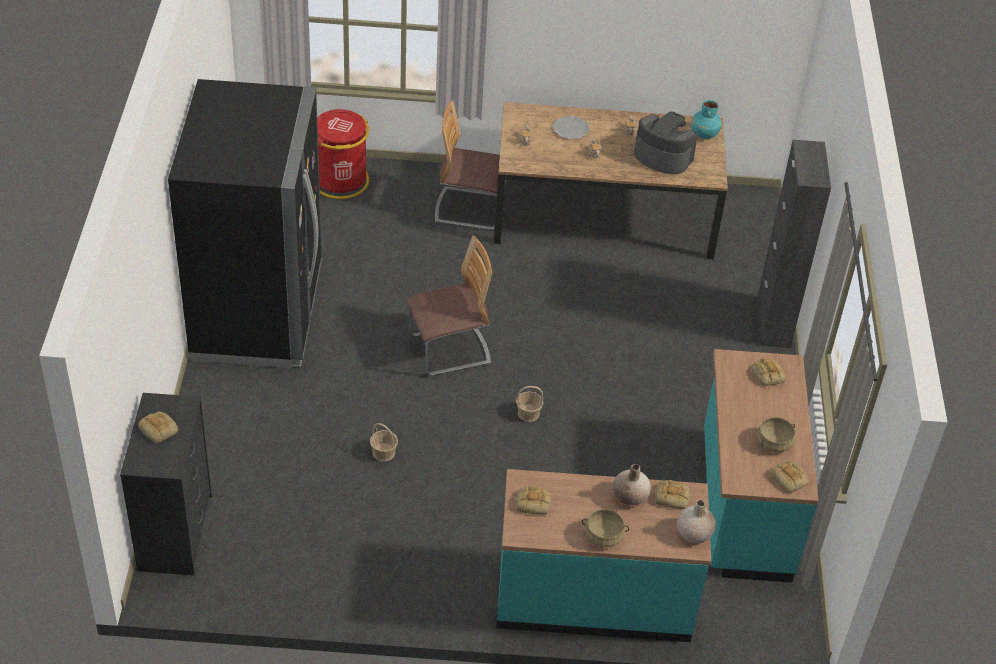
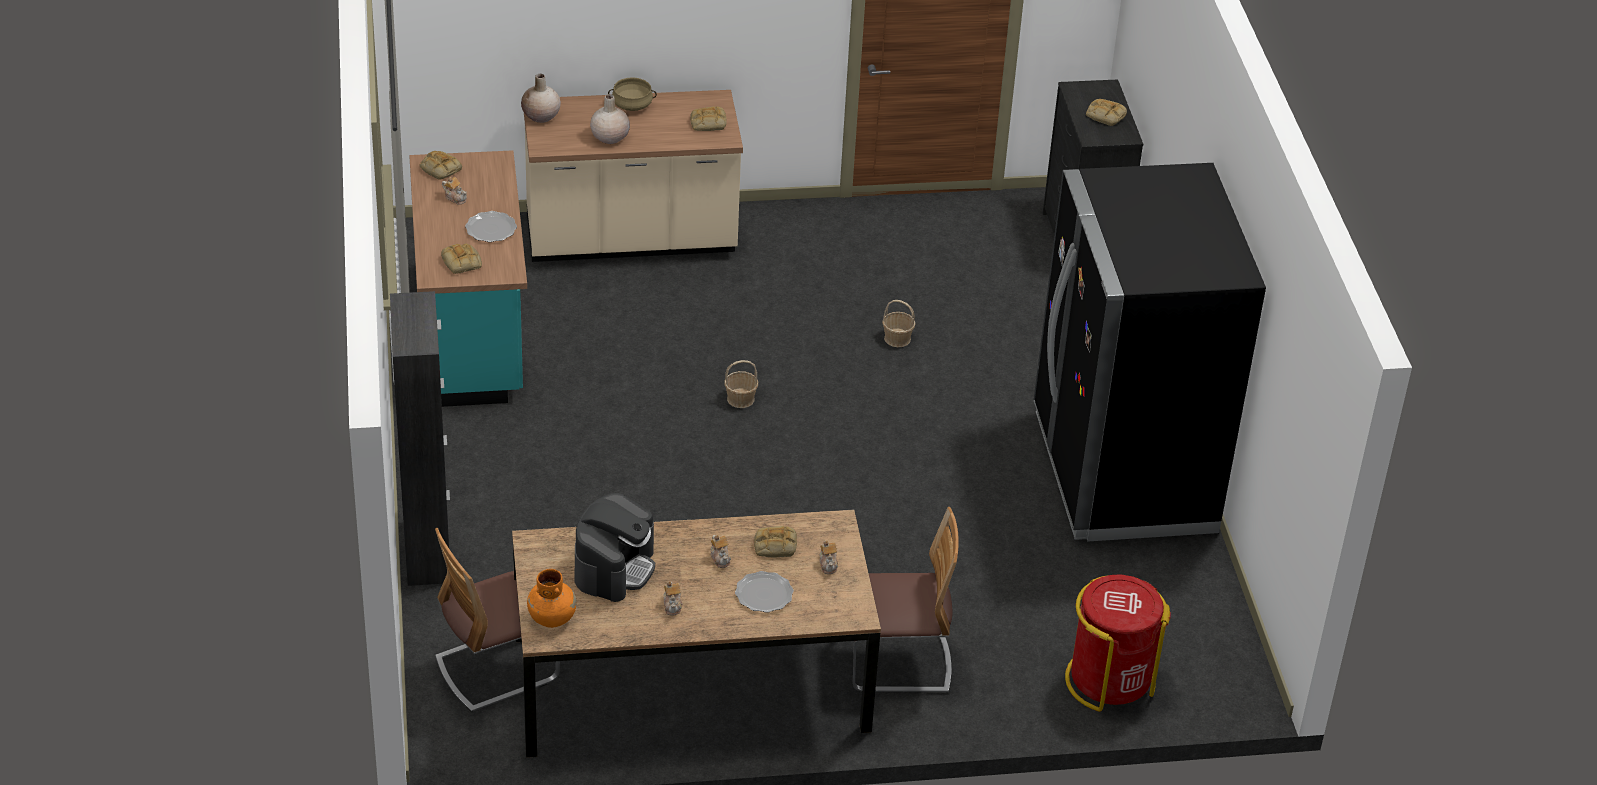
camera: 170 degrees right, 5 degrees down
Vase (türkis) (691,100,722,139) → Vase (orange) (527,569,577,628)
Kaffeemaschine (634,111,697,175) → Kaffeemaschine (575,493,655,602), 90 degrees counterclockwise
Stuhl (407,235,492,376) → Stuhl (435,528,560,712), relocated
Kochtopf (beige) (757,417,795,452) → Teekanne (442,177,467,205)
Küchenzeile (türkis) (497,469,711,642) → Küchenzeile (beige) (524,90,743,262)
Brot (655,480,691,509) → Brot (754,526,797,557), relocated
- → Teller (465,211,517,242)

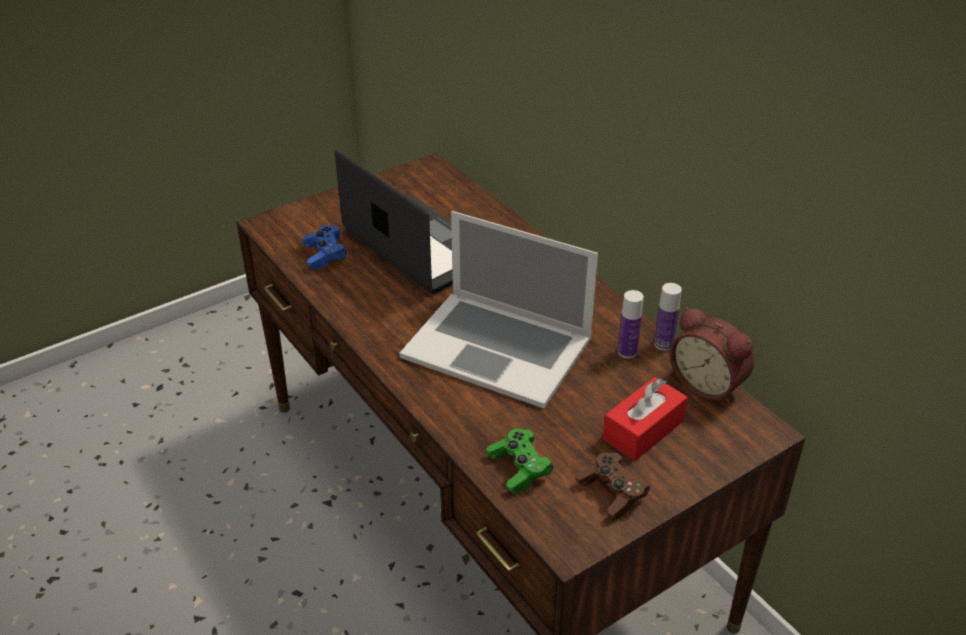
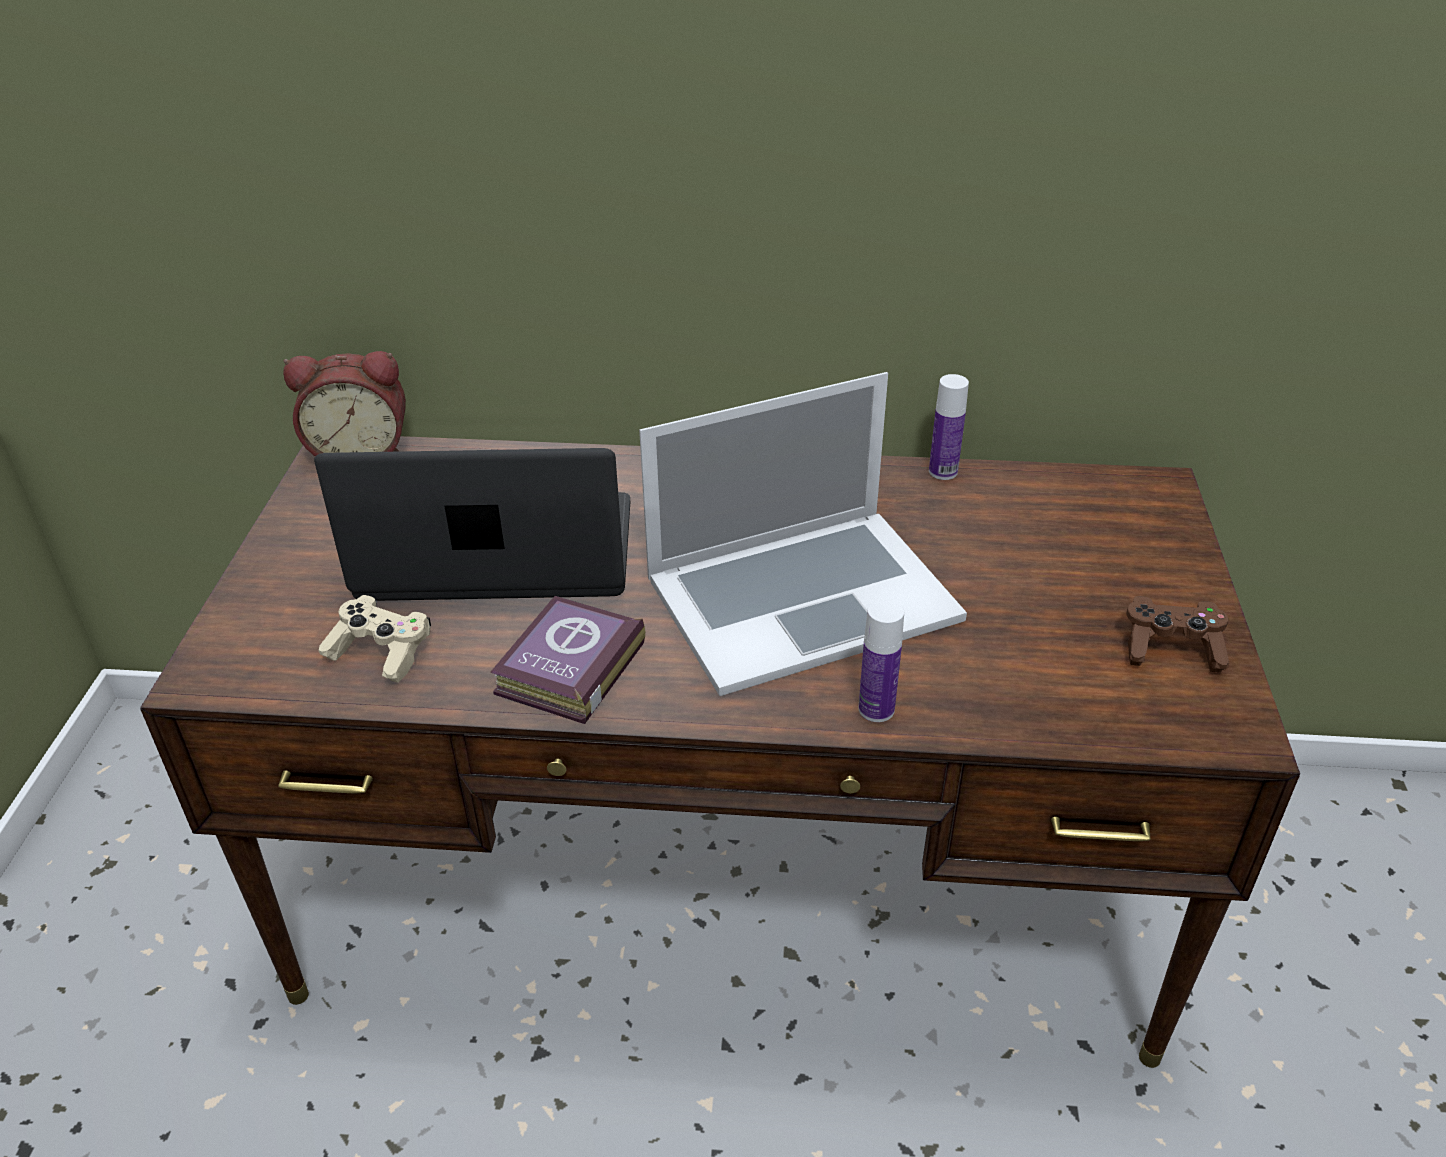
camera: 50 degrees left, 0 degrees up
Gamepad (blau) (302,225,346,270) → Gamepad (beige) (318,595,431,683)
Flasche (618,290,644,358) → Flasche (859,599,904,722), relocated
Wecker (670,307,754,404) → Wecker (283,351,406,457), relocated
Taschentuchbox (rot) (603,377,688,461) → -
Gamepad (grün) (486,429,553,494) → -
- → Buch (490,596,645,724)

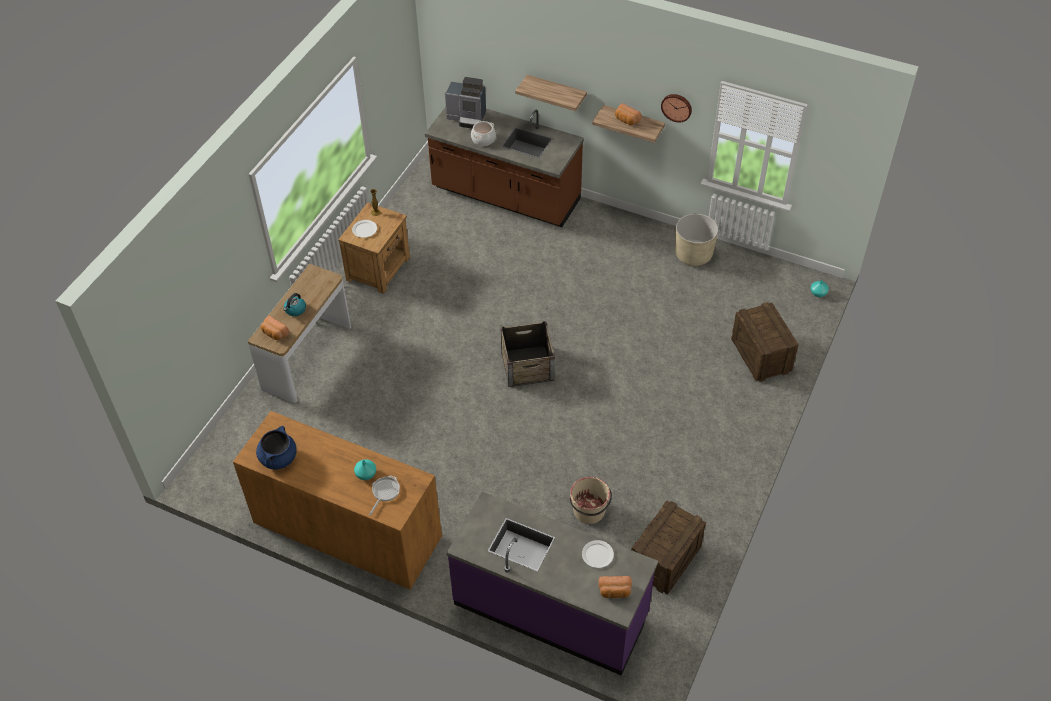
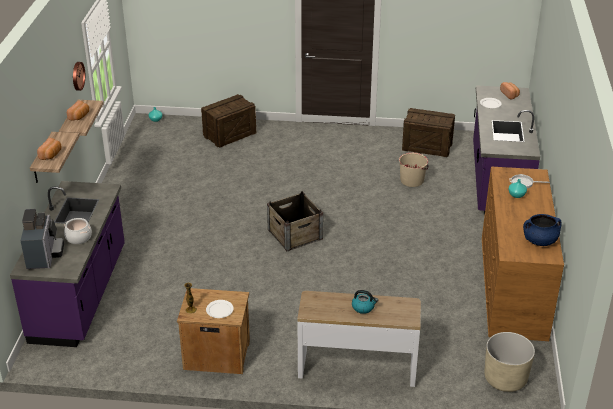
camera: 110 degrees left, 15 degrees down
Küchenzeile (braun) (425,107,584,227) → Küchenzeile (lila) (10,181,125,347)
Pflanzkübel (beige) (675,214,718,266) → Pflanzkübel (beige) (484,332,535,392), relocated
Brot (261,316,289,340) → Brot (37,138,61,160), relocated

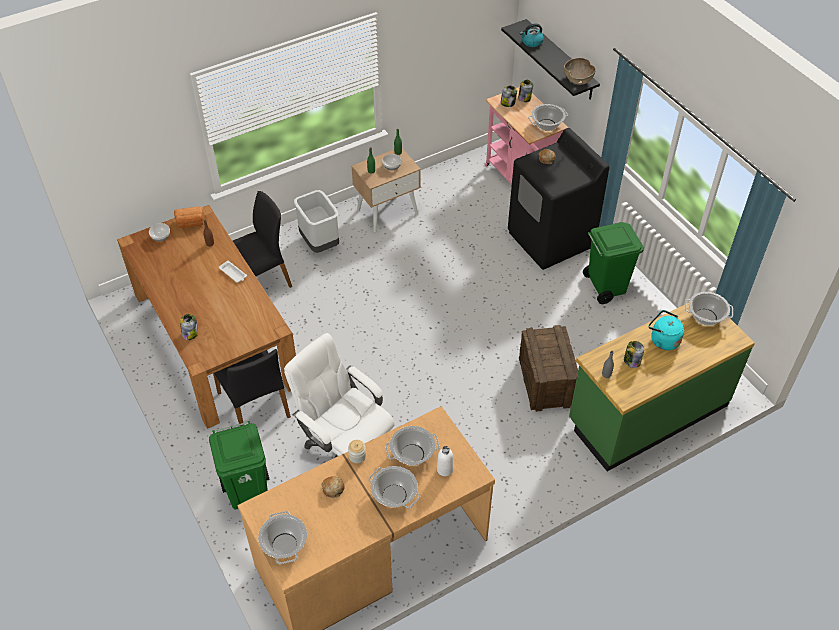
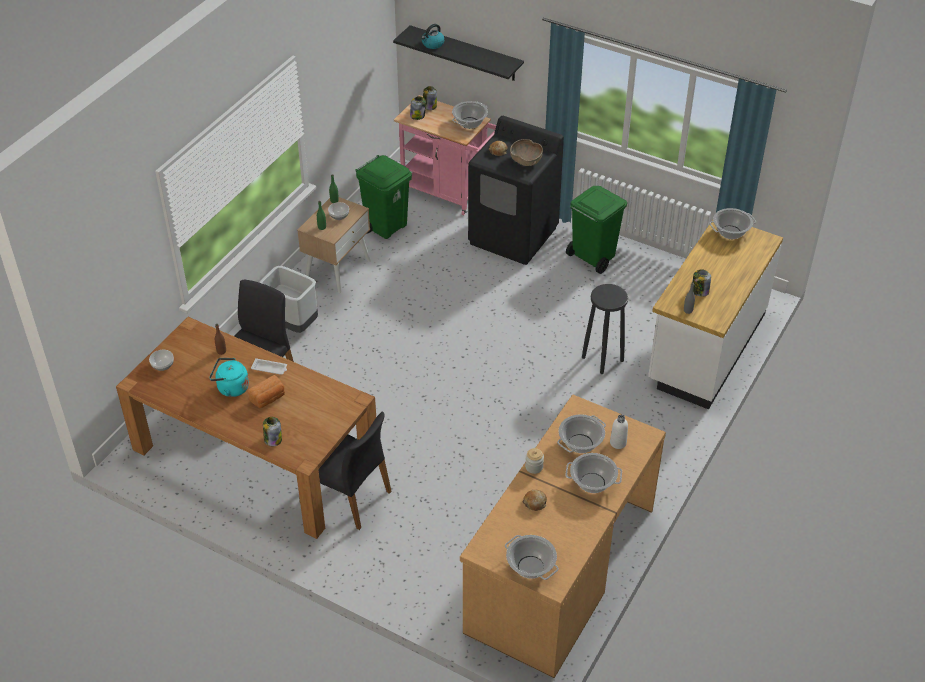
camera: 30 degrees left, 5 degrees down
Schüssel (braun) (564,58,596,85) → Schüssel (braun) (510,139,543,166), relocated
Brot (174,206,205,228) → Brot (247,375,285,408), relocated
Küchenzeile (grün) (569,303,755,471) → Küchenzeile (weiß) (648,220,783,409)
Wasserkessel (türkis) (648,310,684,350) → Wasserkessel (türkis) (209,358,249,397), relocated
Kiste (519,325,578,412) → Hocker (schwarz) (582,284,628,374)
Bürostuhl (weiß) (284,333,395,458) → -
Mülleimer (grün) (209,421,270,510) → Mülleimer (grün) (355,155,412,239), relocated

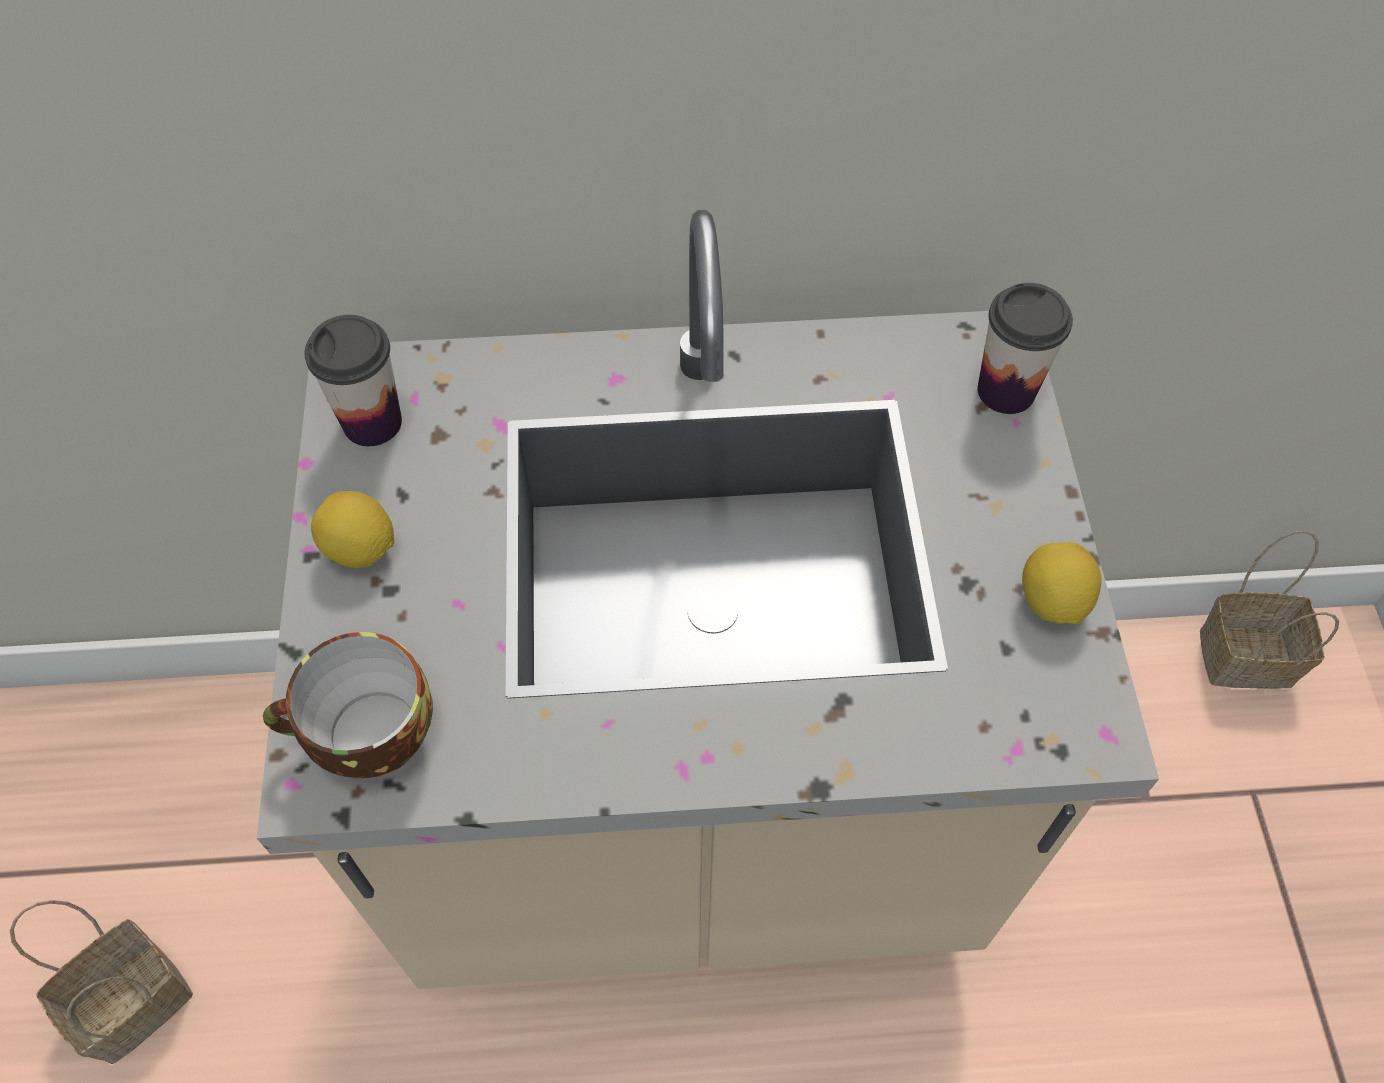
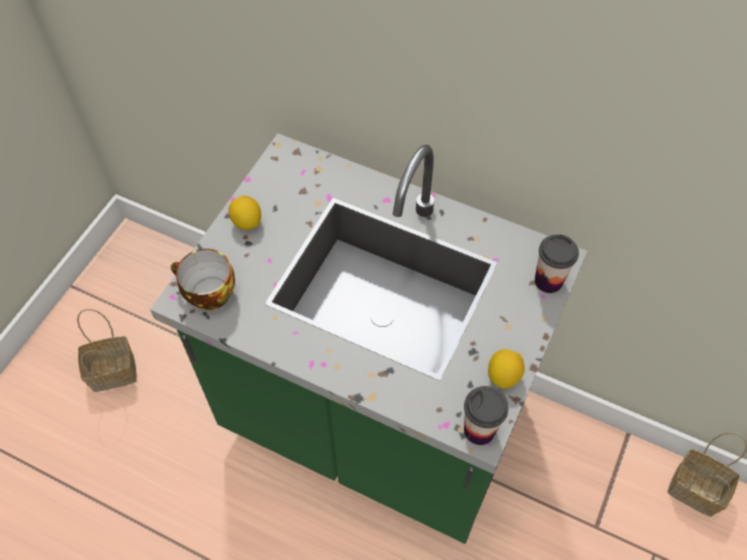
camera: 30 degrees right, 0 degrees up
Küchenzeile (beige) (257,210,1159,989) → Küchenzeile (grün) (150,133,587,544)
Tasse (305,315,402,446) → Tasse (464,386,509,445), relocated

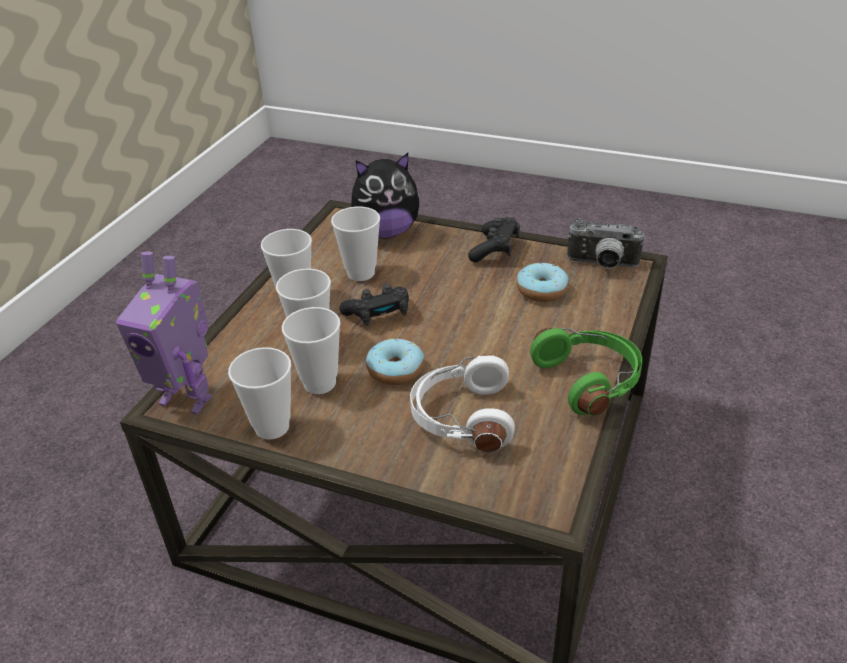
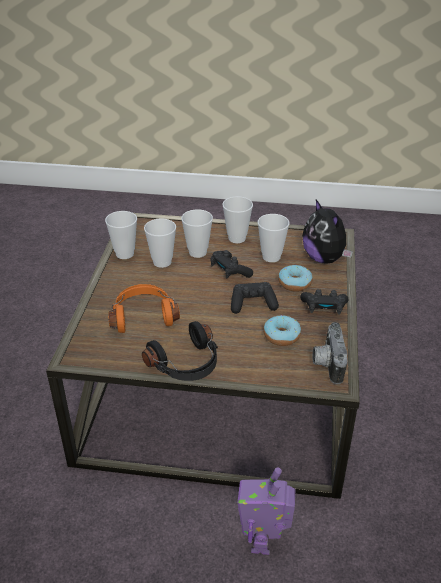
camera: 75 degrees right, 0 degrees up
Spielzeugroboter (116,252,212,414) → Spielzeugroboter (238,467,295,555), relocated
Kopfhörer (grün) (530,328,642,416) → Kopfhörer (schwarz) (142,321,218,381)
Donut (366,339,424,385) → Donut (278,264,313,292), relocated
Kopfhörer (weiß) (410,354,515,453) → Kopfhörer (orange) (108,284,180,333)
- → Gamepad (schwarz) (231,282,279,314)

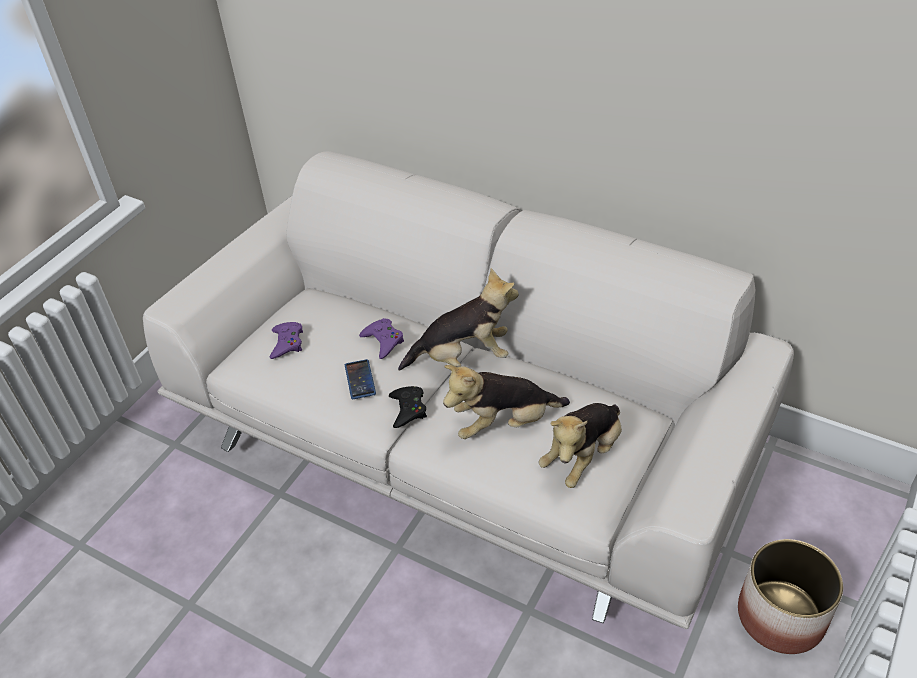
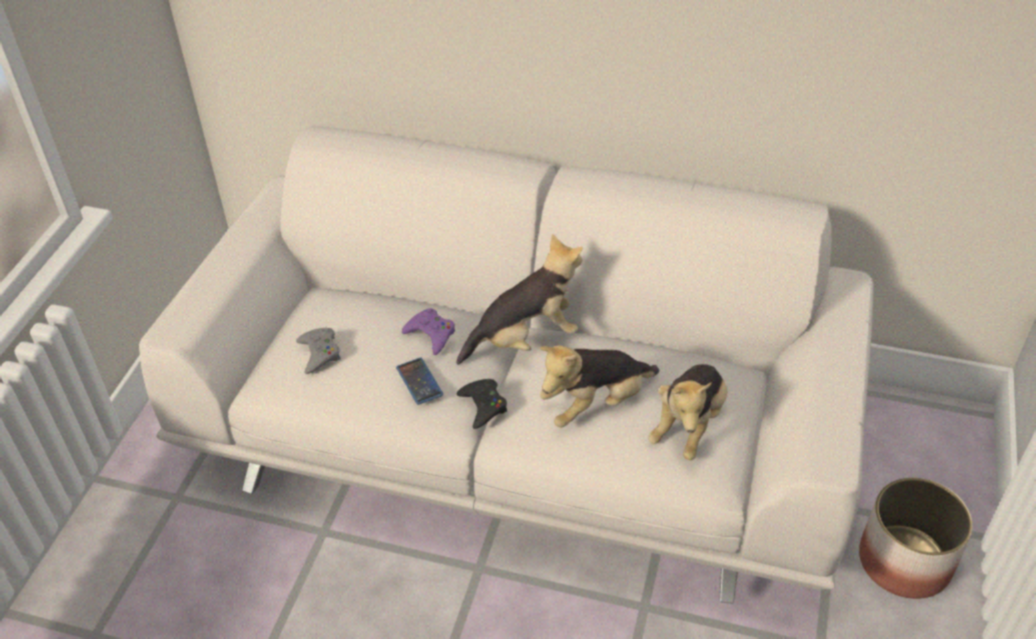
camera: 15 degrees left, 0 degrees up
Gamepad (lila) (270,322,303,359) → Gamepad (grau) (296,328,341,374)

